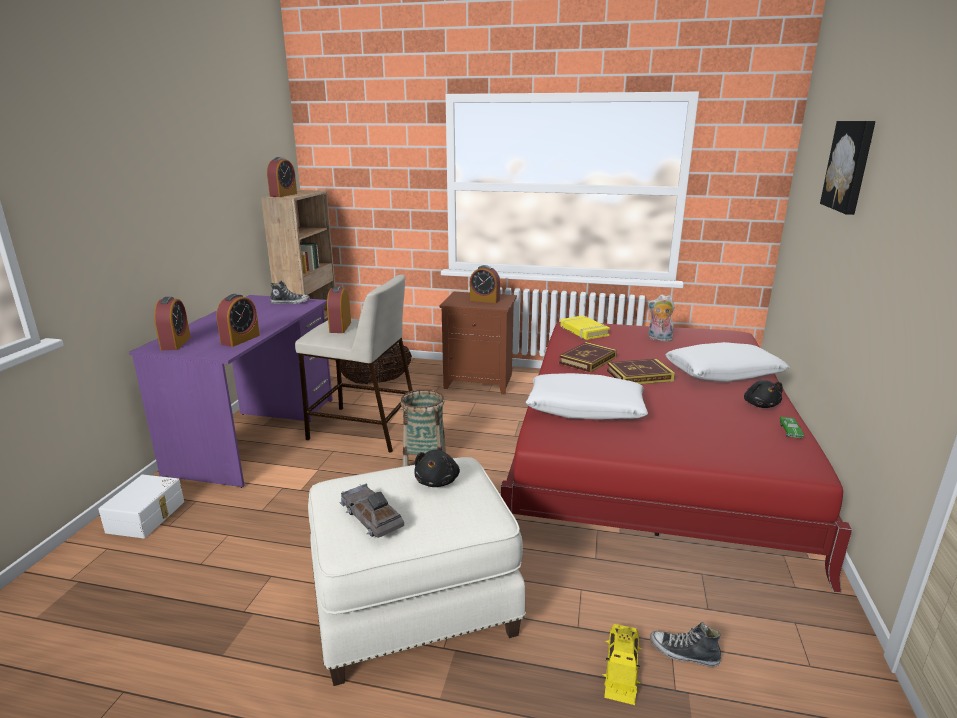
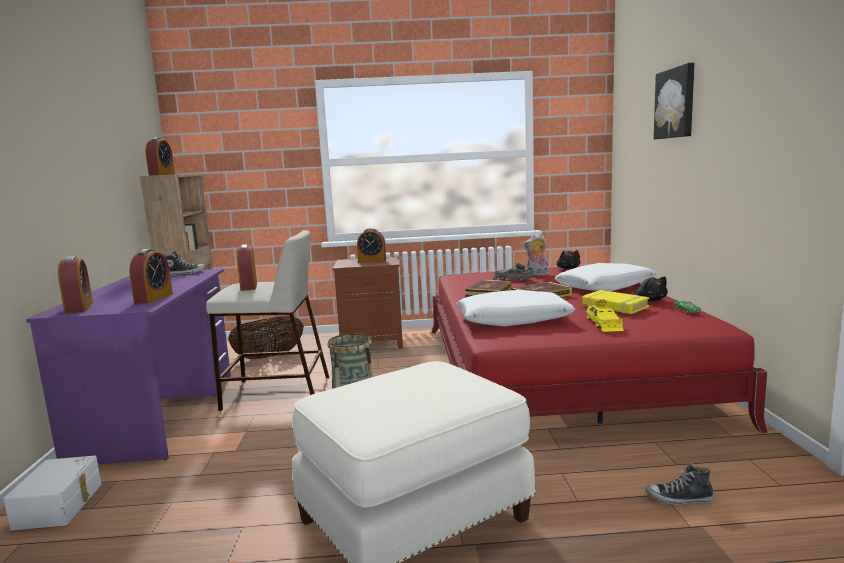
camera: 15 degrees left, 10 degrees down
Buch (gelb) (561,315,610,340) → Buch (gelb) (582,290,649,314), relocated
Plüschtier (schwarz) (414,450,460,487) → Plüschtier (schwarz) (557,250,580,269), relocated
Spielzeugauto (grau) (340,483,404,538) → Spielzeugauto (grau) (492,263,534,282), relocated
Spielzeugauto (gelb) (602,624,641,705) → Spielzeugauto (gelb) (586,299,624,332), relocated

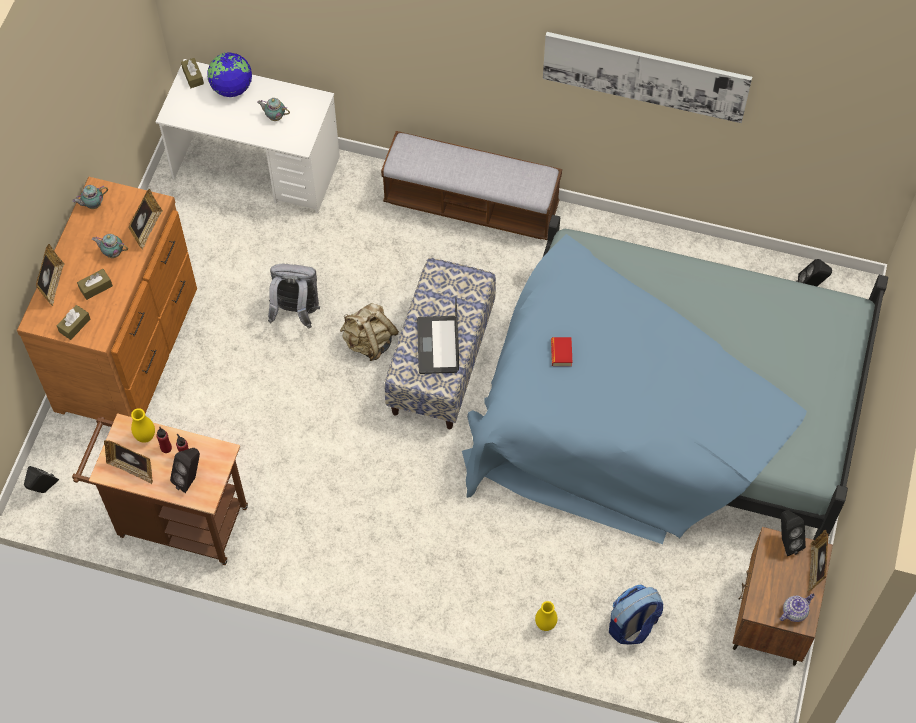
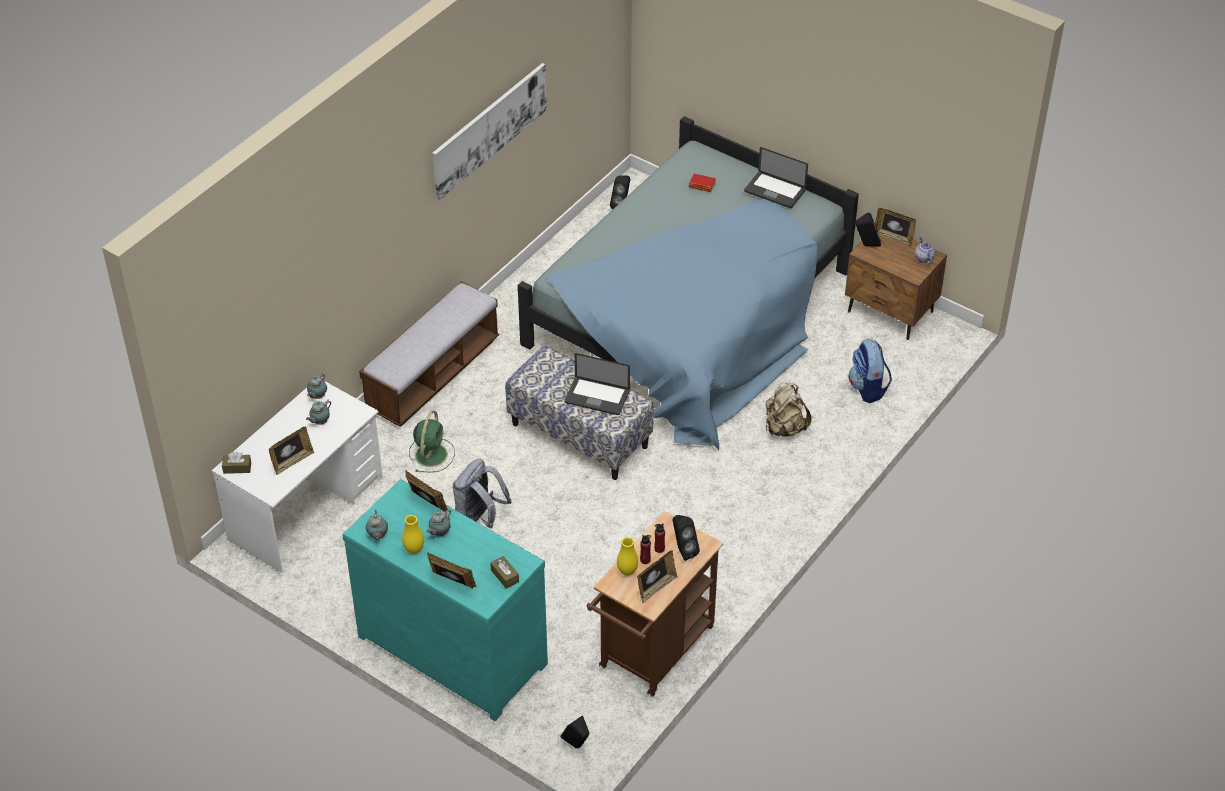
camera: 70 degrees left, 15 degrees down
Globus (207,52,252,97) → -
Kommode (braun) (17,177,197,422) → Kommode (türkis) (342,479,548,721)
Taschentuchbox (braun) (77,269,113,300) → -
Rucksack (beige) (340,303,399,361) → Rucksack (beige) (766,383,811,437), relocated
Buch (551,337,572,366) → Buch (689,174,716,192), relocated
Vase (gelb) (535,601,558,631) → Vase (gelb) (402,515,424,554), relocated
- → Laptop (744,147,808,208)
- → Teekanne (307,373,327,399)
- → Ventilator (grün) (409,411,455,473)
- → Bilderrahmen (269,427,314,475)

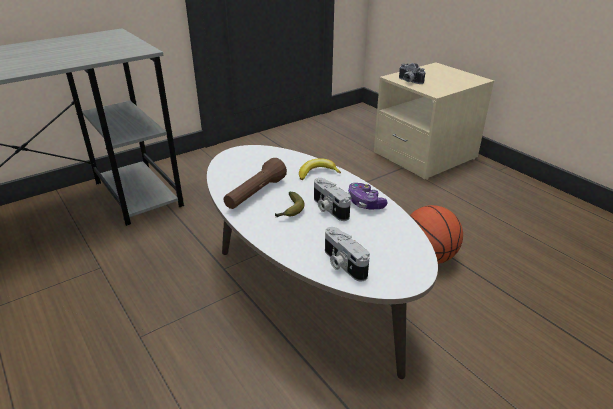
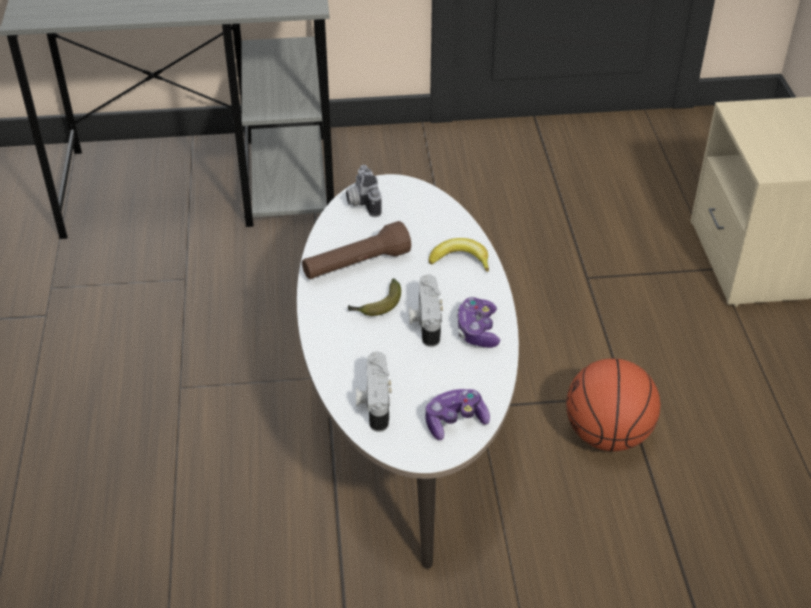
camera: 30 degrees right, 10 degrees up
Kamera (399,63,425,84) → Kamera (346,165,382,217), relocated
- → Gamepad (425,389,490,440)

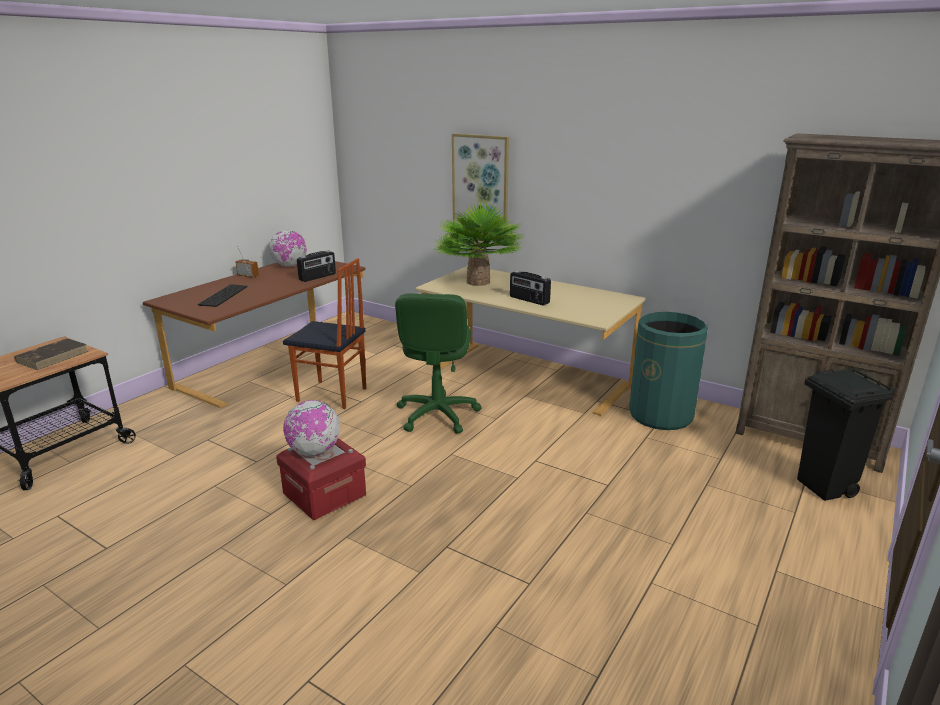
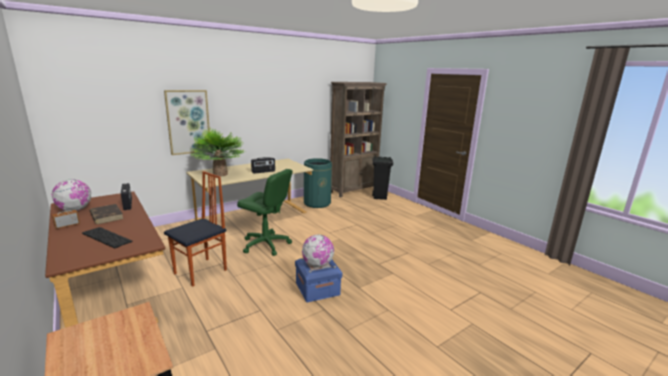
camera: 70 degrees left, 5 degrees down
Buch (braun) (14,338,89,370) → Buch (braun) (90,204,124,224), relocated
Aufbewahrungsbox (rot) (276,438,366,520) → Aufbewahrungsbox (blau) (295,258,342,302)

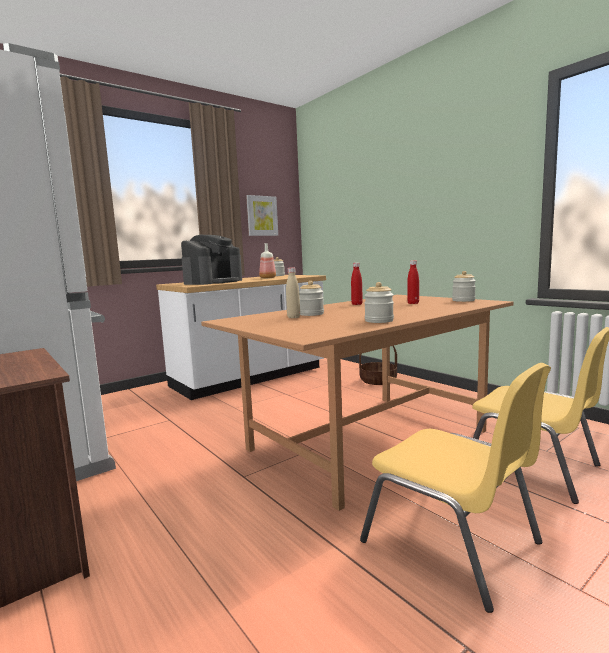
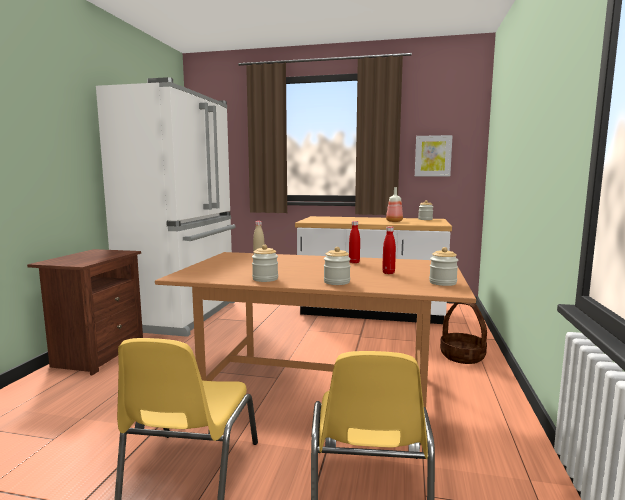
camera: 50 degrees right, 0 degrees up
Kaffeemaschine (181,235,242,285) → -
Vorratsglas (299,281,324,316) → Vorratsglas (324,247,351,285), relocated

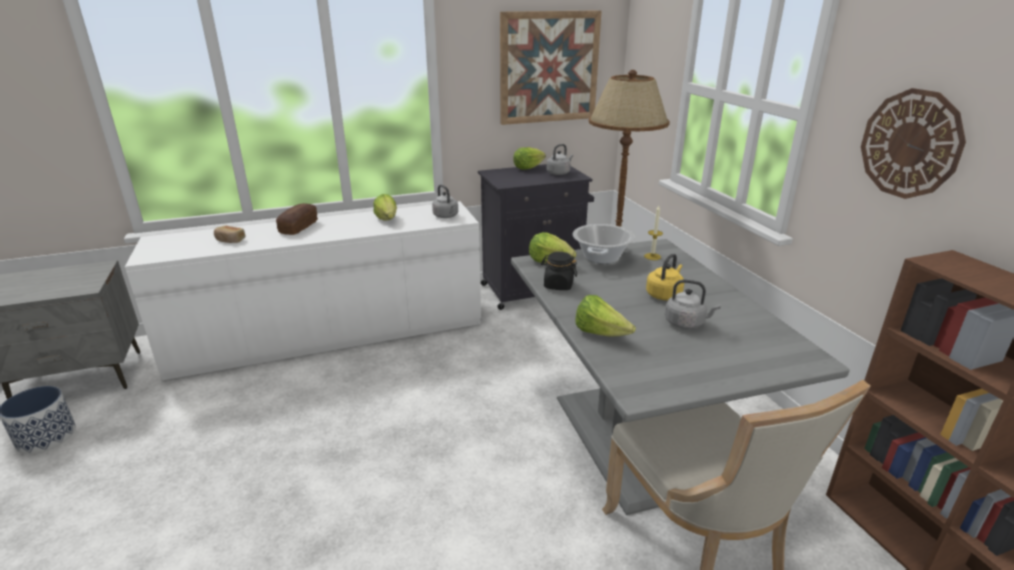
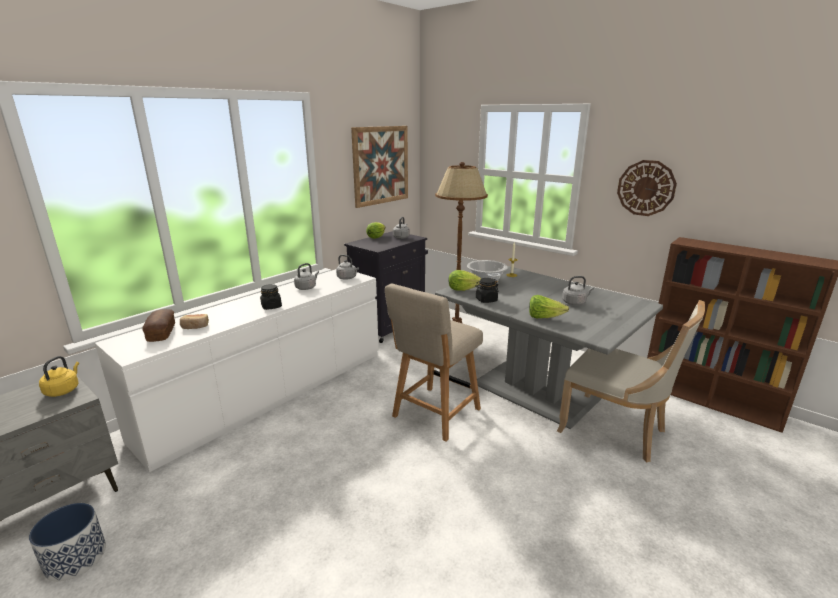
camera: 30 degrees left, 5 degrees down
Salatkopf (373,194,397,221) → Wasserkessel (grau) (294,263,319,290)
Brot (276,203,318,235) → Brot (142,309,175,342), relocated
Wasserkessel (gelb) (646,254,684,300) → Wasserkessel (gelb) (39,356,79,397), relocated
- → Vorratsglas (schwarz) (260,284,282,310)
- → Stuhl (beige) (385,284,483,442)

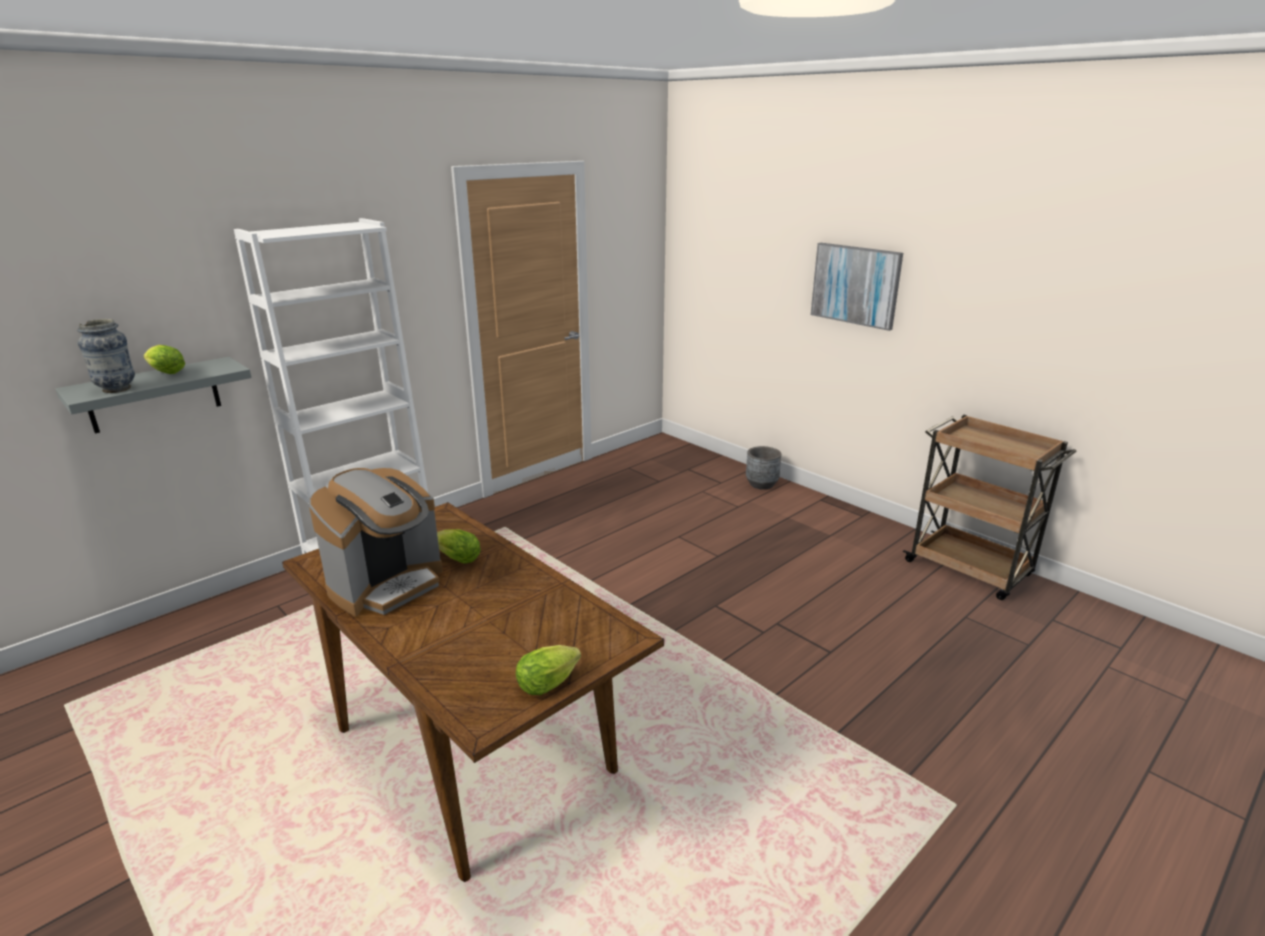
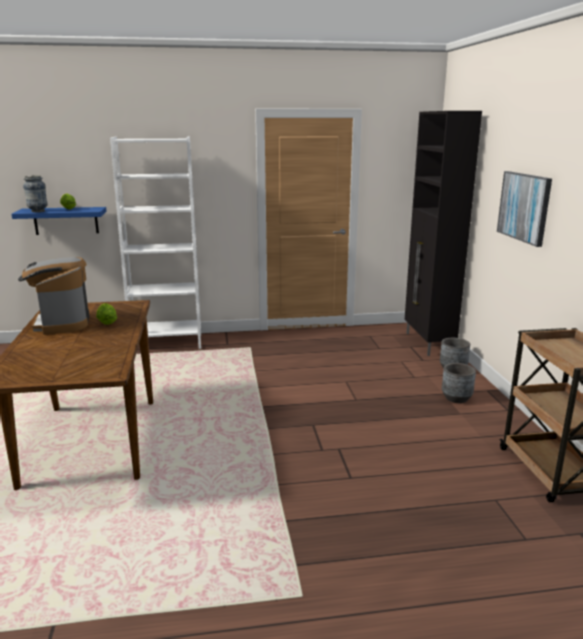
camera: 35 degrees right, 5 degrees down
Wandregal (grau) (55,357,252,434) → Wandregal (blau) (12,207,107,235)
Kaffeemaschine (309,468,443,616) → Kaffeemaschine (18,257,89,334), 90 degrees clockwise
Salatkopf (516,645,581,695) → -
- → Schrank (schwarz) (405,111,482,356)
- → Pflanzkübel (grau) (442,363,476,403)

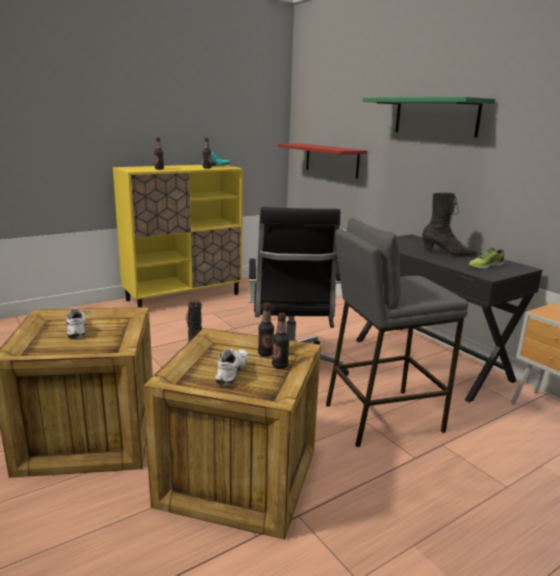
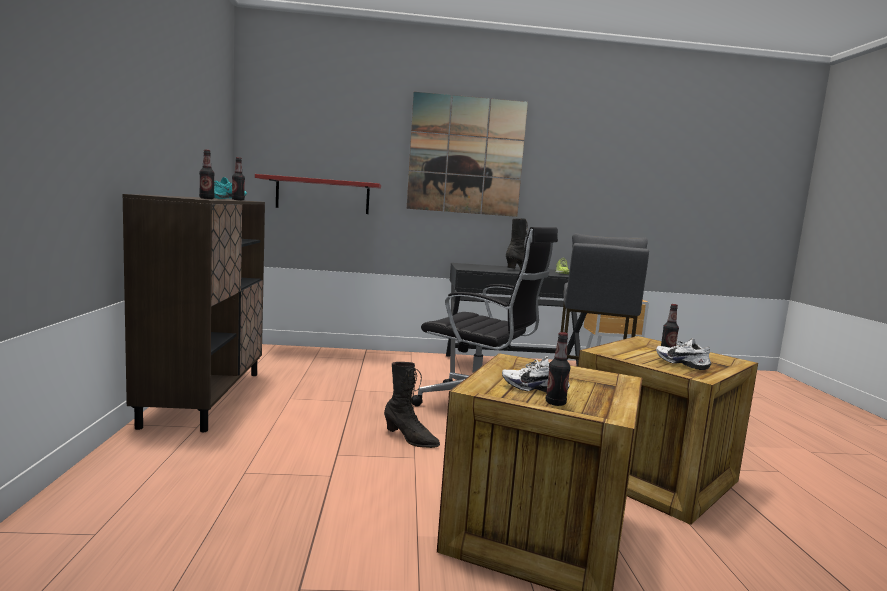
camera: 60 degrees left, 10 degrees down
Wandregal (grün) (363,97,495,137) → Bild (407,92,528,217)
Schrank (gelb) (113,165,243,307) → Schrank (braun) (122,194,265,432)
Flasche (258,302,274,357) → Flasche (546,332,571,406), relocated

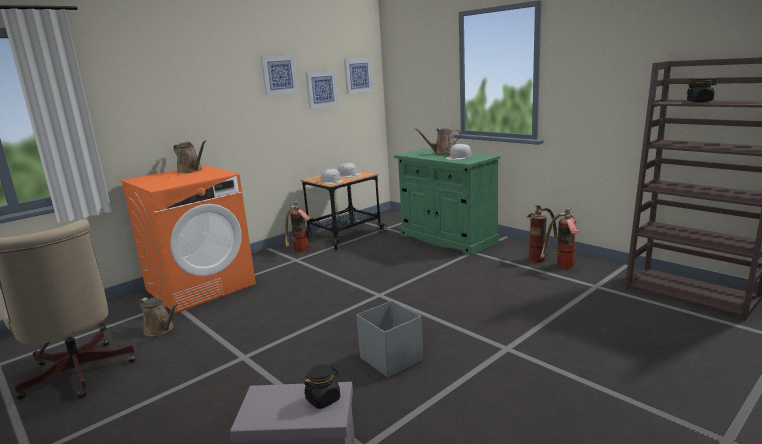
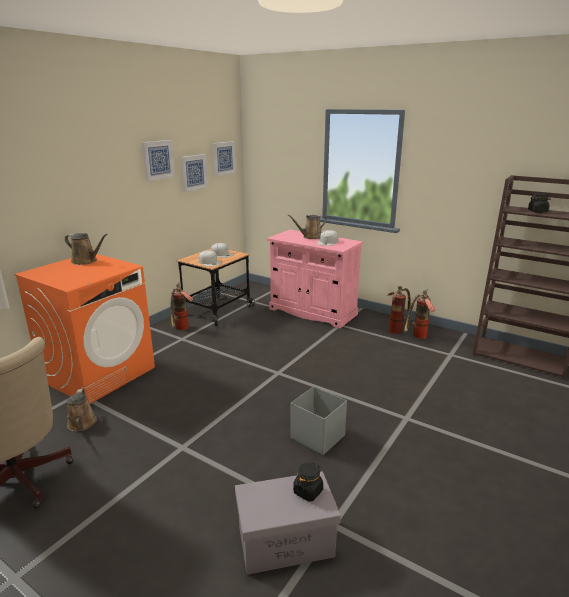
camera: 15 degrees left, 5 degrees up
Schrank (grün) (394,148,500,256) → Schrank (rosa) (267,229,363,328)
Gießkanne (braun) (139,298,178,336) → Gießkanne (braun) (65,389,97,431), 60 degrees clockwise

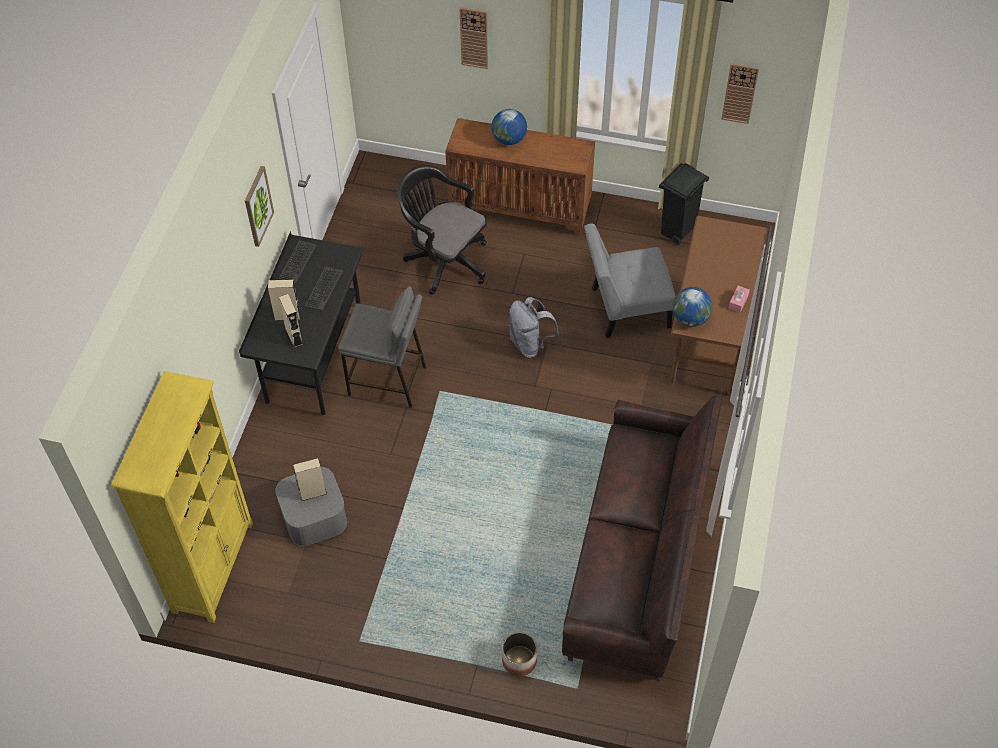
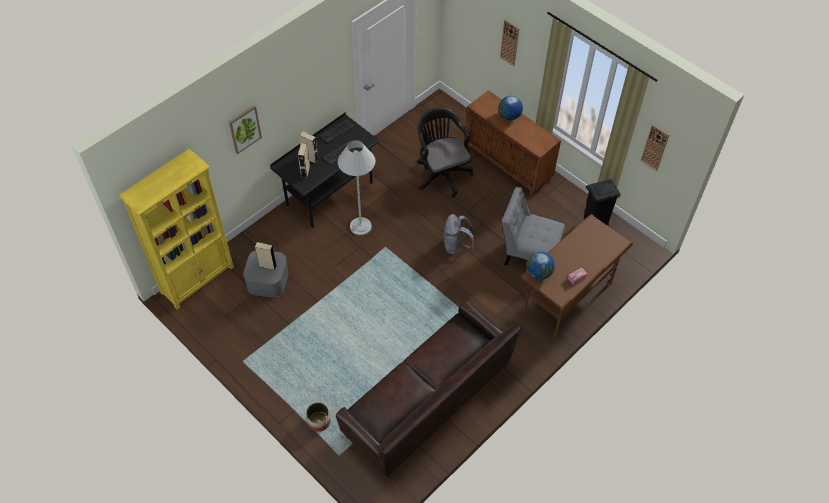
camera: 30 degrees right, 0 degrees up
Bild (245,166,274,247) → Bild (229,105,262,154), relocated
Hocker (grau) (338,286,426,408) → Stehlampe (weiß) (338,140,375,235)

